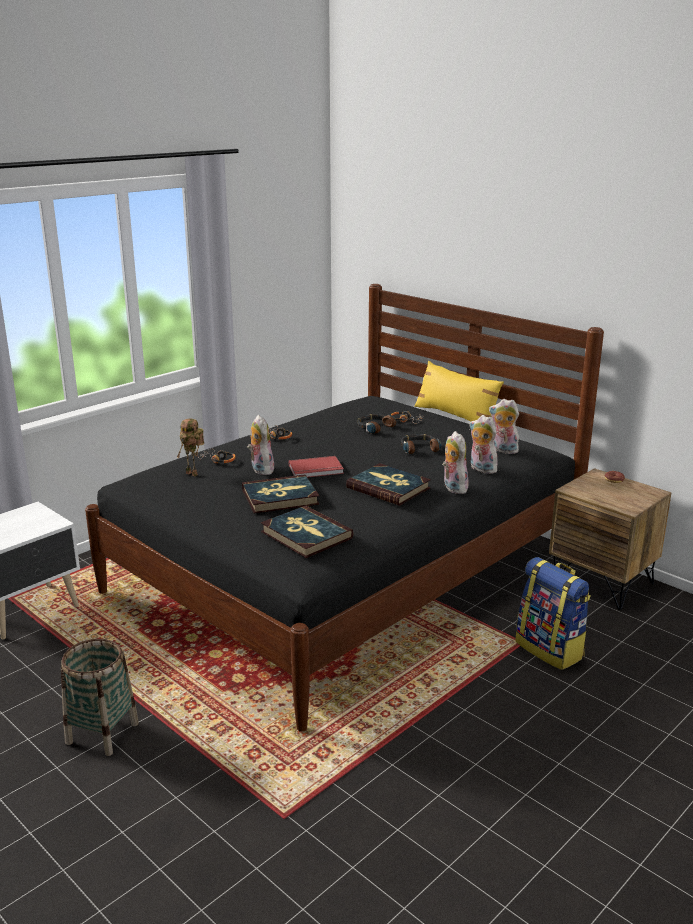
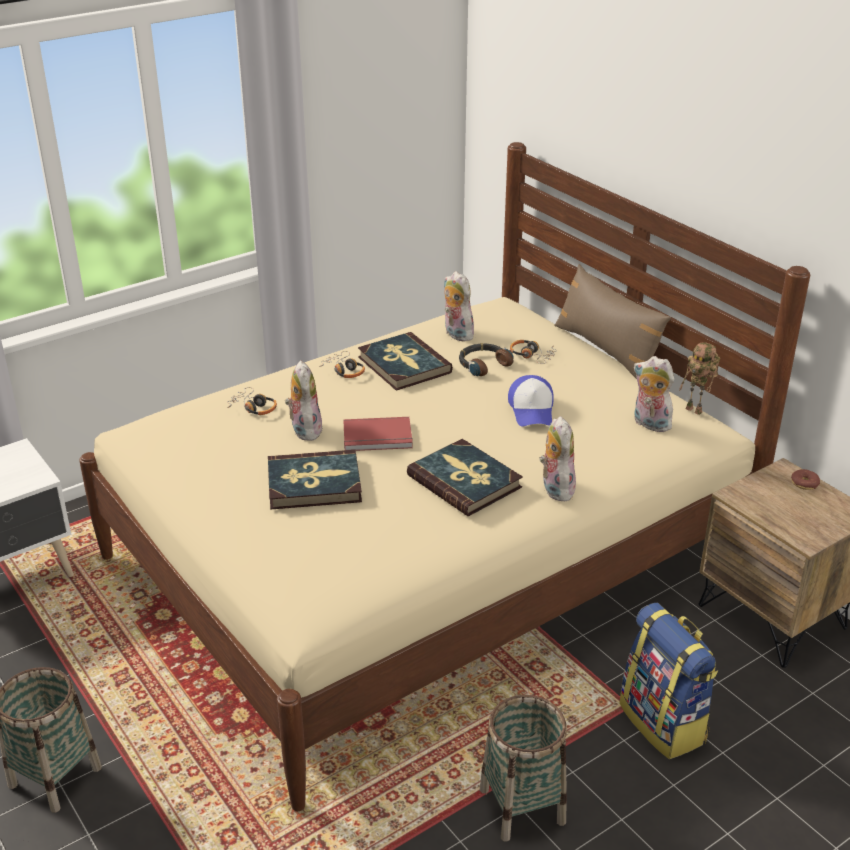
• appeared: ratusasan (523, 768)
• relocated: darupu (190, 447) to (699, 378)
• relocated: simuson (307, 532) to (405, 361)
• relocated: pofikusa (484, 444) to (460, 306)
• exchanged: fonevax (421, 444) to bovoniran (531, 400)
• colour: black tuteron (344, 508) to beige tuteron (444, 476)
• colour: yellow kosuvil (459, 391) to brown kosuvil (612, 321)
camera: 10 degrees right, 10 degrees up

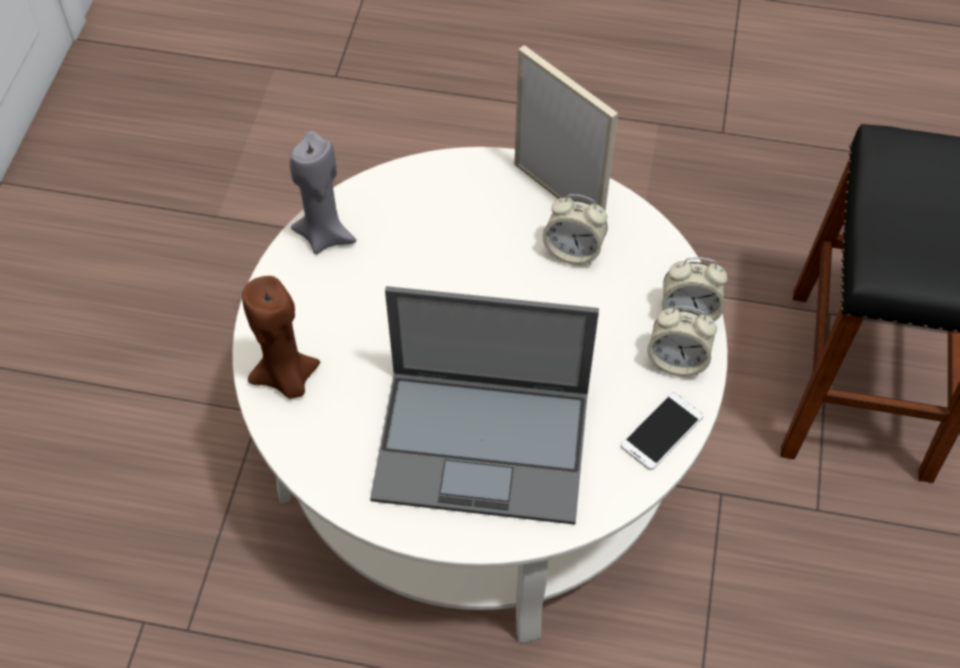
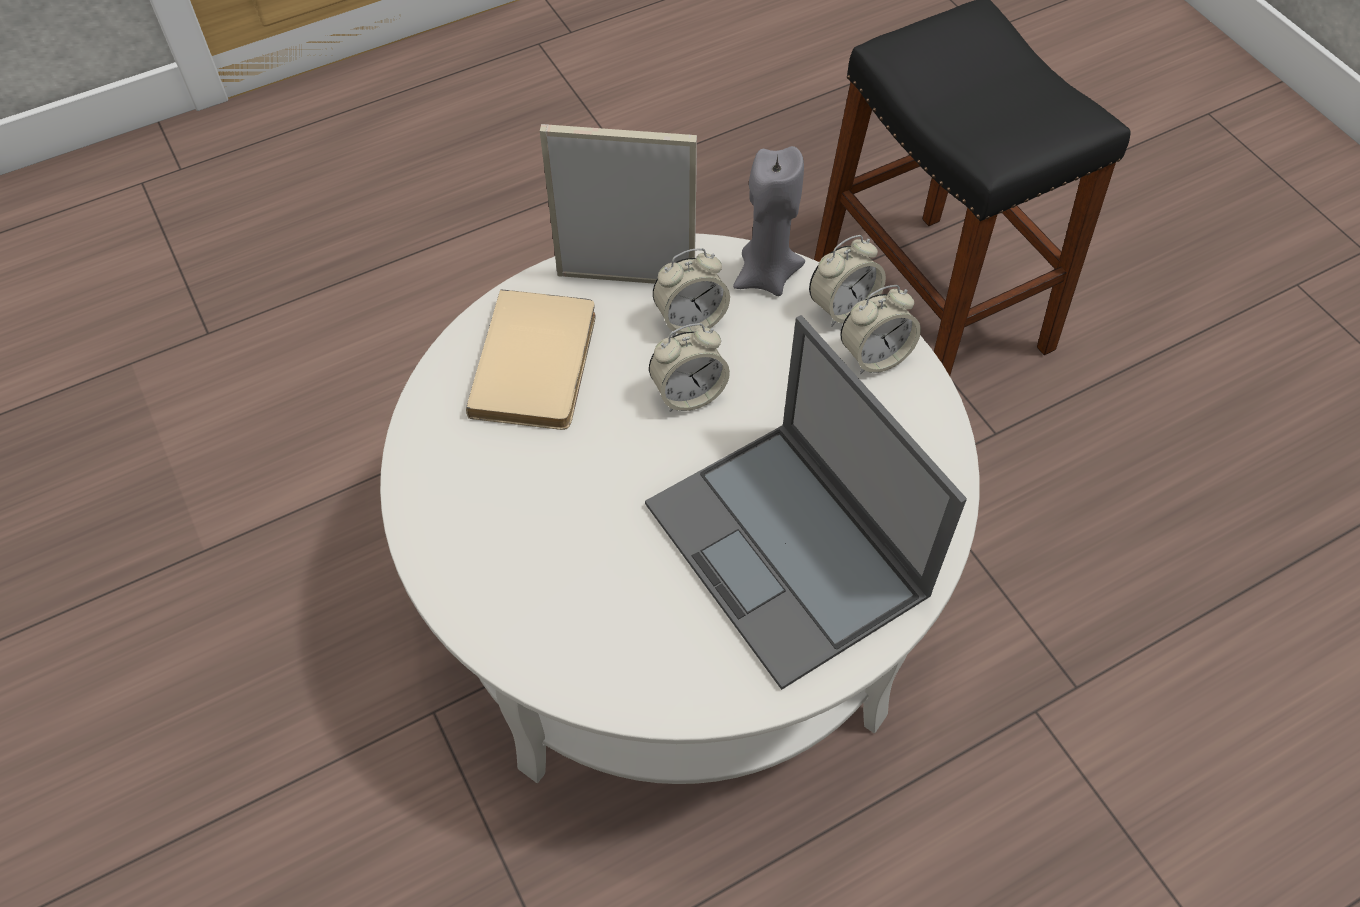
• missing: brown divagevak (281, 337)
• missing: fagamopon (662, 431)
• appeared: beige simuson (530, 360)
• appeared: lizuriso (689, 367)
• relocated: grey divagevak (323, 192) to (769, 221)
• spun: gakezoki (484, 405) = (806, 502) 90 degrees clockwise
camera: 40 degrees left, 0 degrees up

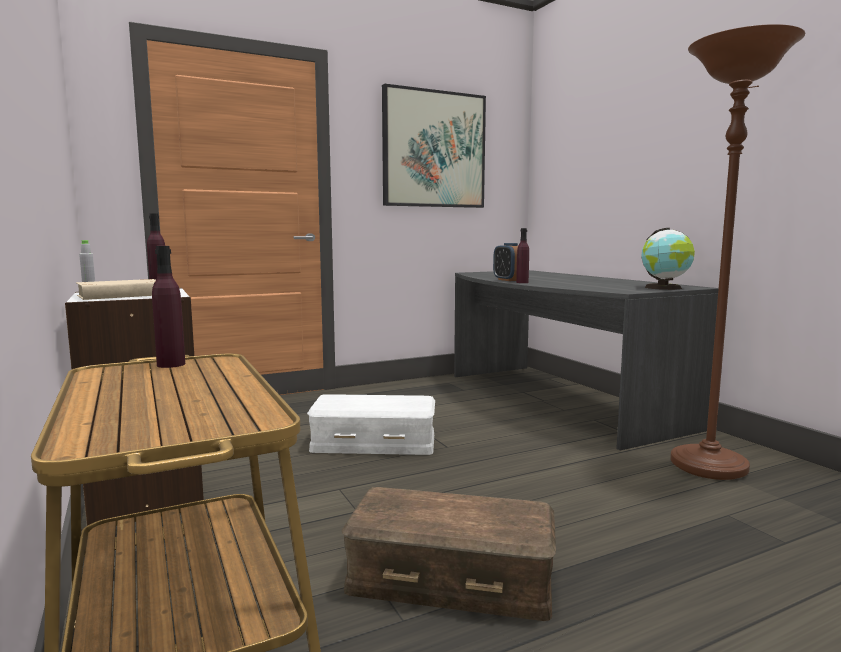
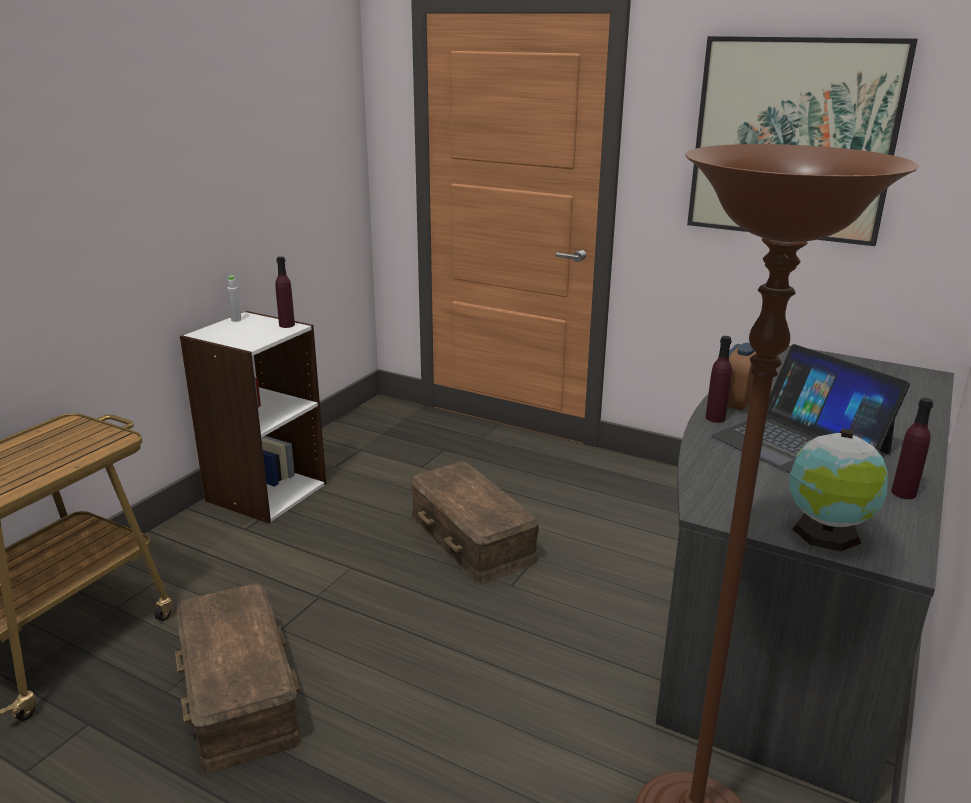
• missing: beige simuson (116, 289)
• appeared: gakezoki (810, 408)
• relocated: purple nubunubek (168, 307) to (912, 448)
• colour: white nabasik (371, 424) to brown nabasik (475, 523)
camera: 55 degrees right, 15 degrees up

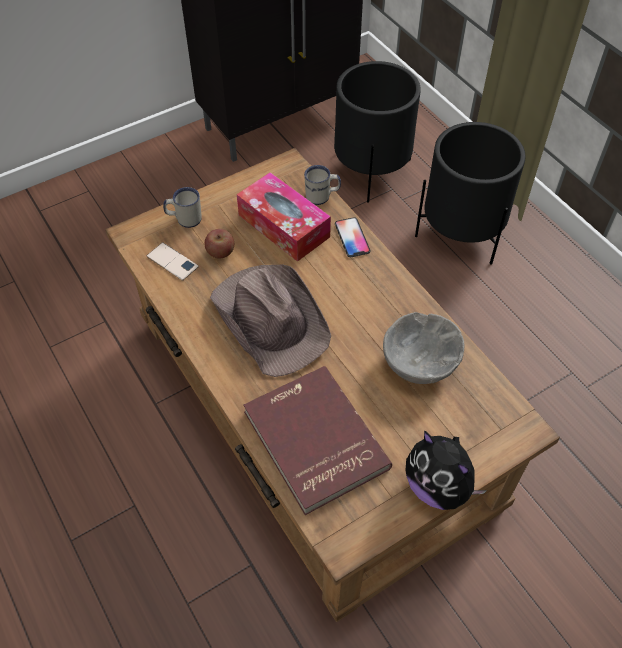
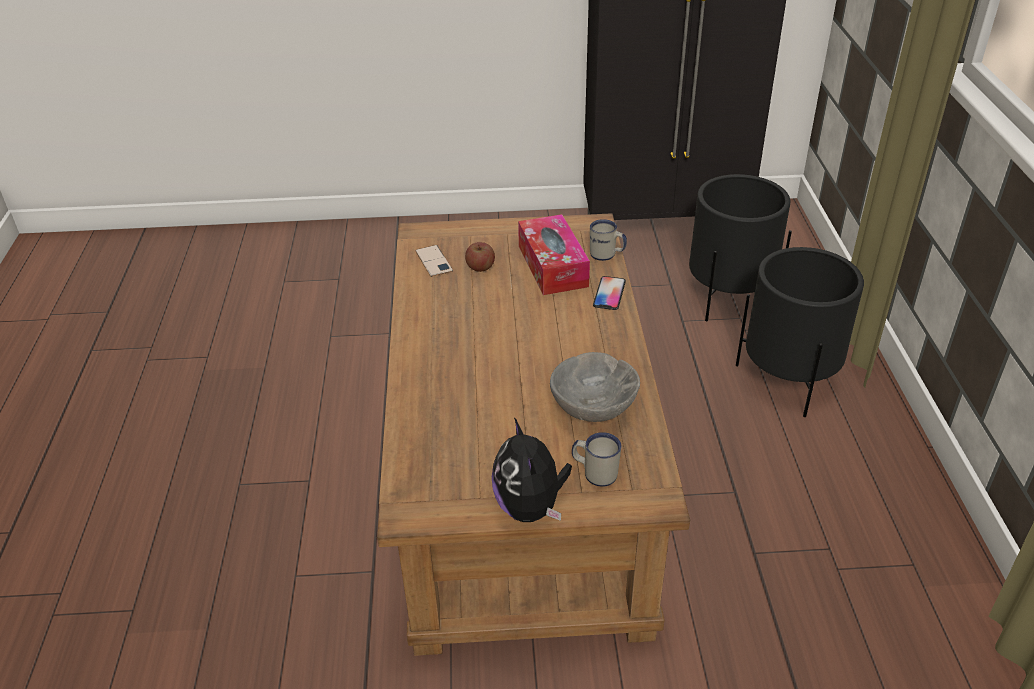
• missing: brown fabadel (270, 321)
• missing: red simuson (317, 440)
• relocated: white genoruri (182, 207) to (596, 459)
camera: 30 degrees right, 15 degrees down

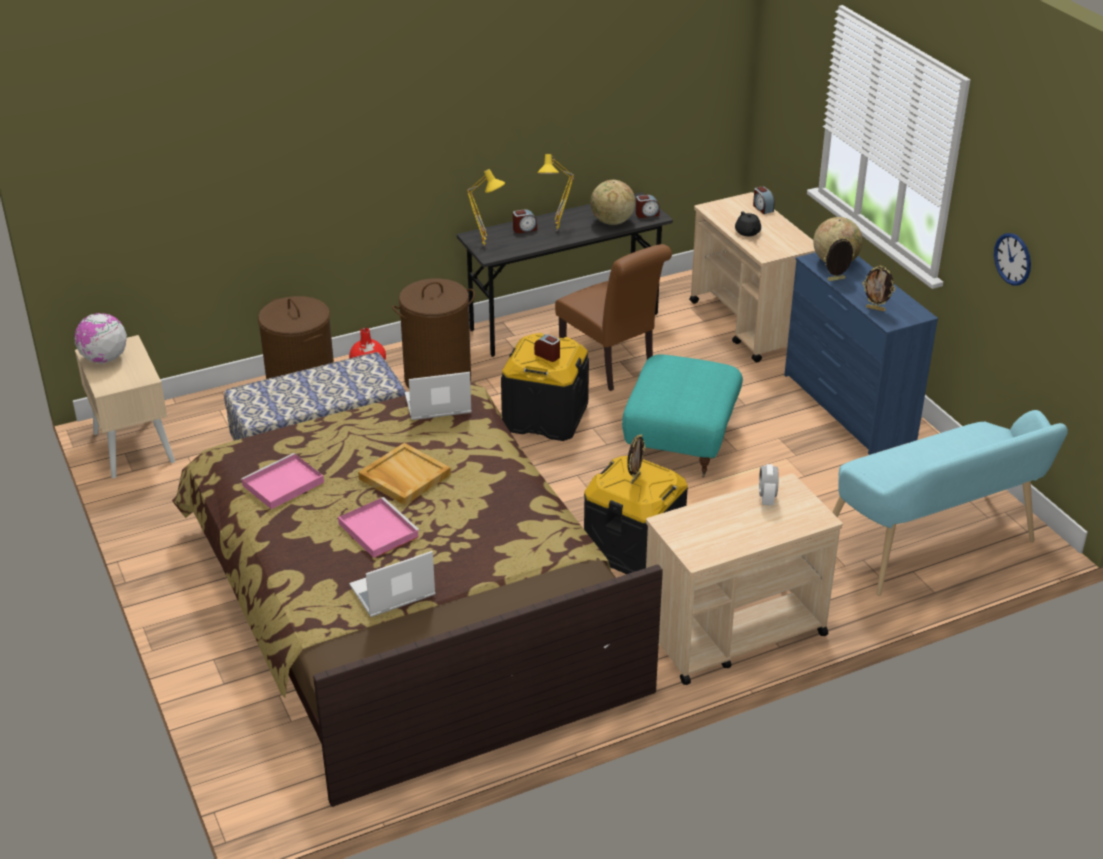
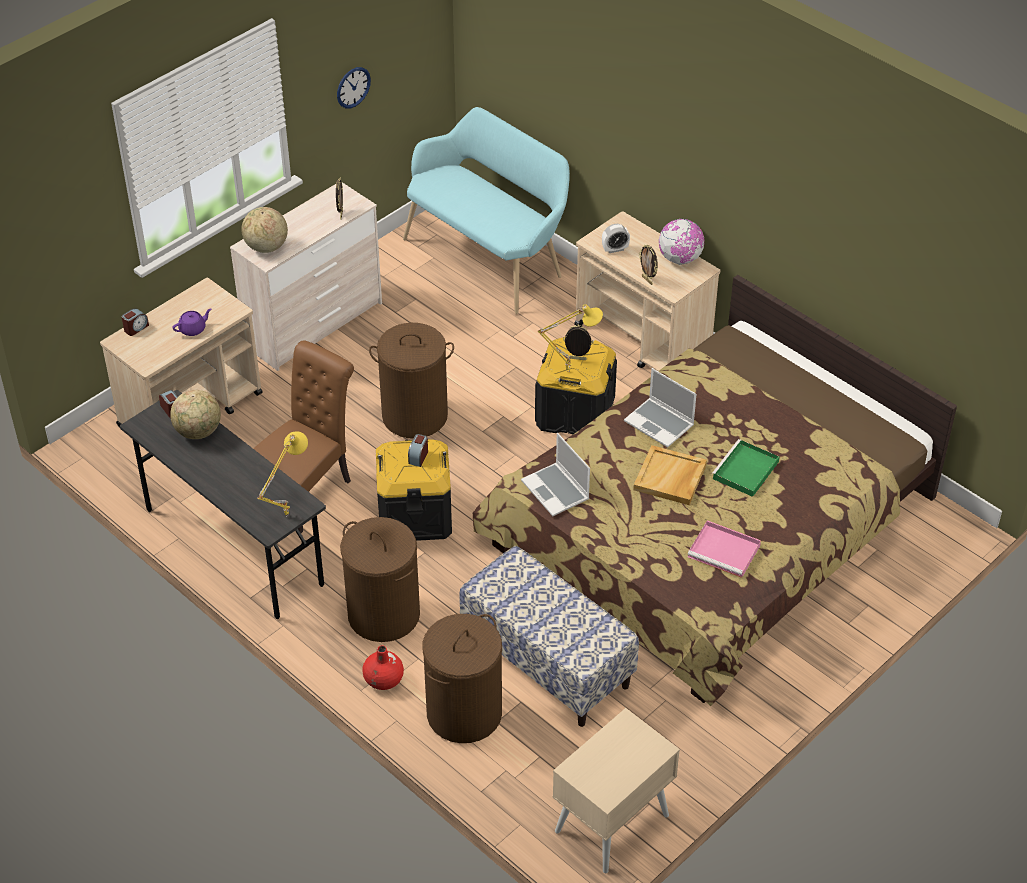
• missing: lizuriso (525, 221)
• relocated: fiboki (100, 338) to (681, 242)
• relocated: gakezoki (392, 584) to (660, 408)
• relocated: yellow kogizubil (556, 192) to (570, 338)
• relocated: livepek (839, 258) to (648, 265)
• exchanged: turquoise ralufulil (682, 416) to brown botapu (411, 380)
• colour: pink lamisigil (379, 527) to green lamisigil (745, 468)
• colour: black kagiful (748, 223) to purple kagiful (191, 322)
• colour: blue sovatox (861, 353) to beige sovatox (306, 276)
camera: 110 degrees left, 10 degrees up

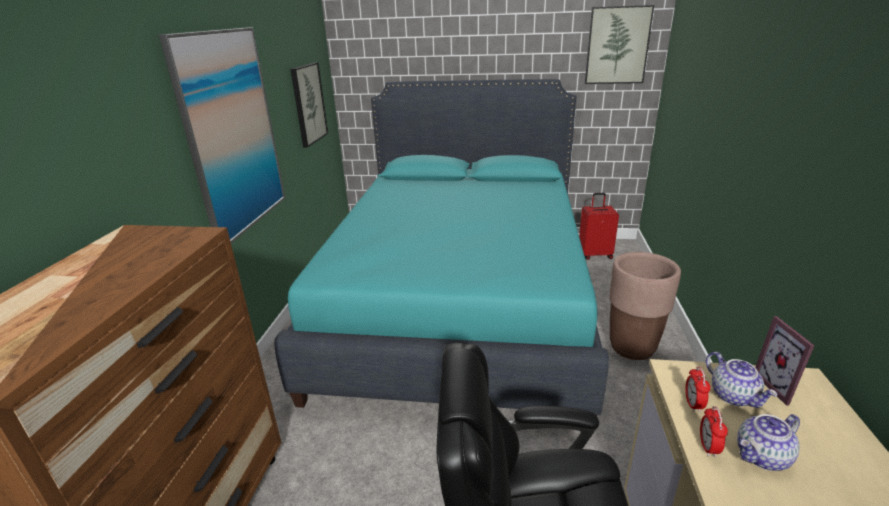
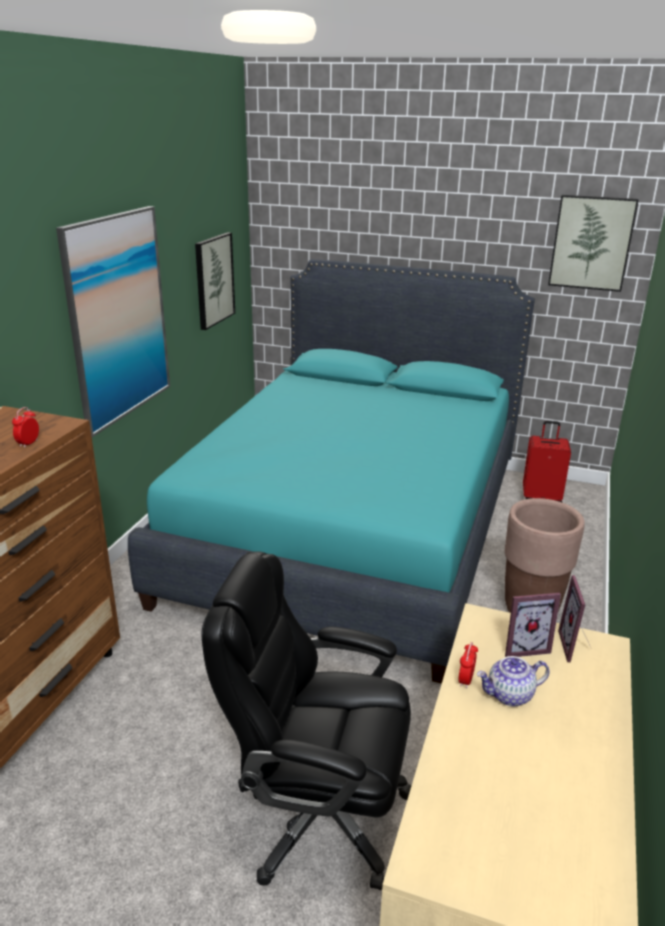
• relocated: lizuriso (698, 390) to (25, 427)
• exchanged: kagiful (742, 380) to livepek (533, 625)
camera: 10 degrees right, 0 degrees up

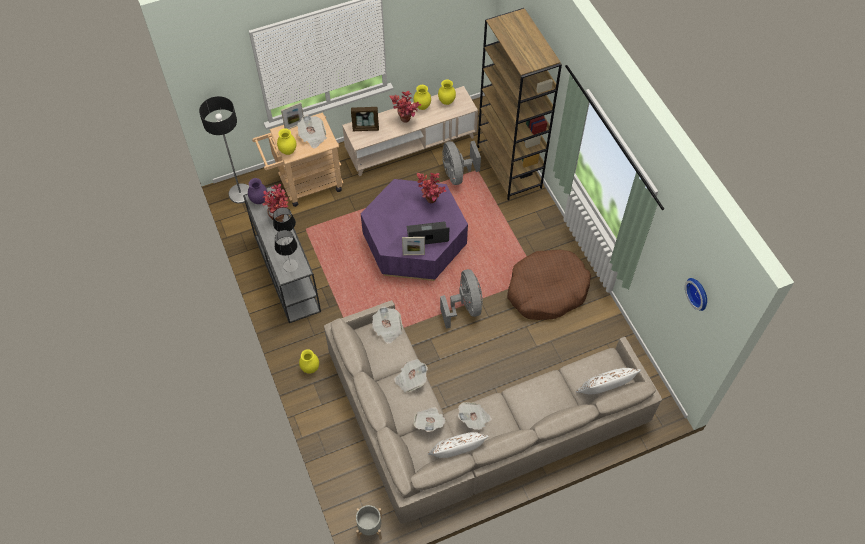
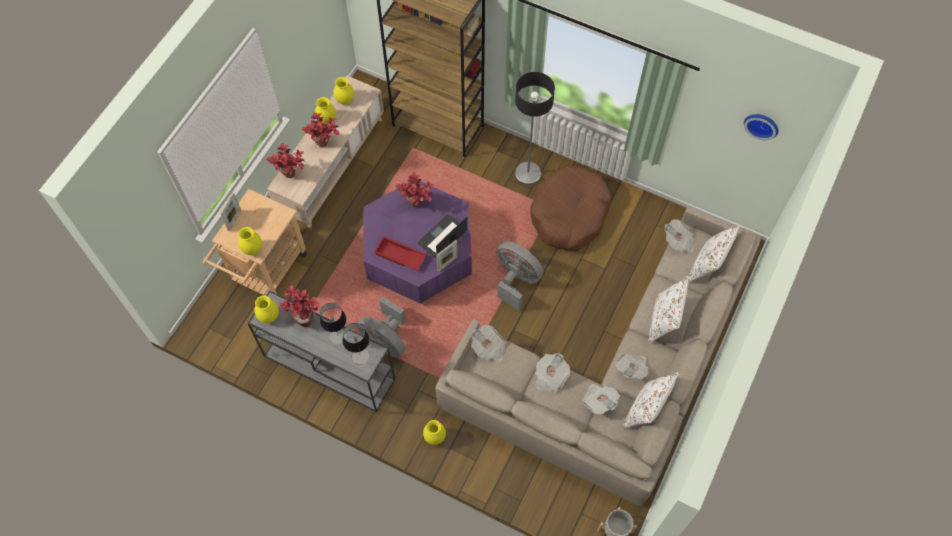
• appeared: red lamisigil (400, 253)
• appeared: white kosuvil (668, 310)
• relocated: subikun (224, 150) to (535, 128)
• relocated: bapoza (312, 131) to (679, 235)
• relocated: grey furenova (461, 163) to (382, 327)
• exchanged: livepek (365, 119) to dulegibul (285, 160)
• colour: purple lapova (258, 191) to yellow lapova (267, 309)
camera: 40 degrees left, 5 degrees up

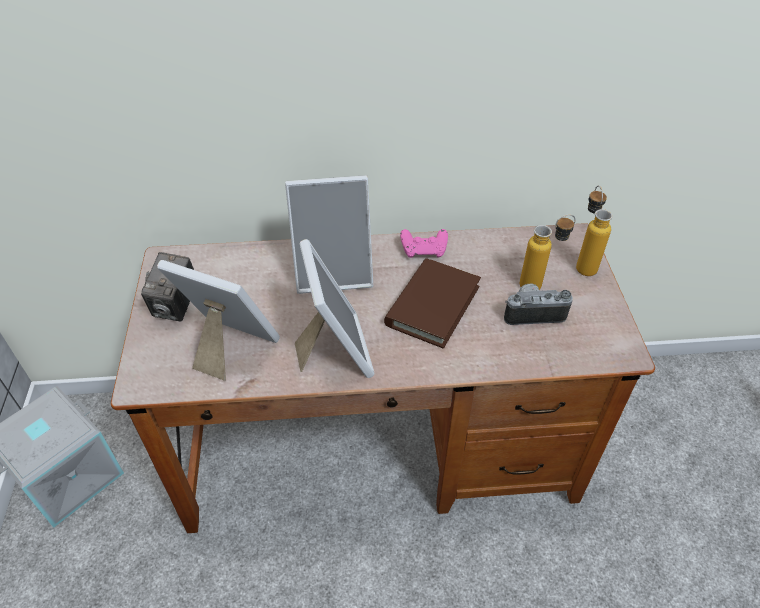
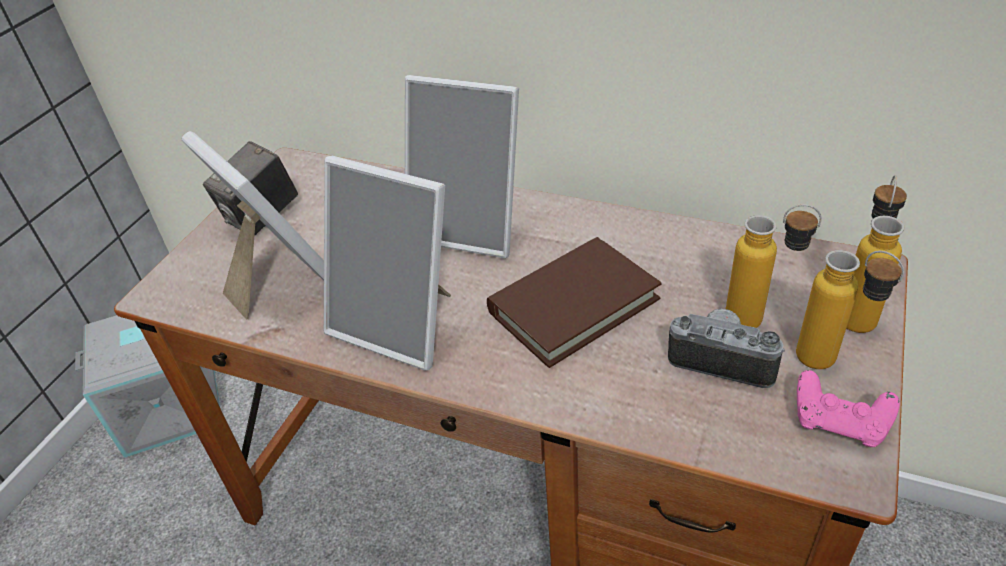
• appeared: nubunubek (850, 309)
• relocated: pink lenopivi (424, 243) to (848, 408)
• spun: livepek (334, 308) = (387, 263) 105 degrees clockwise
camera: 30 degrees right, 5 degrees down

